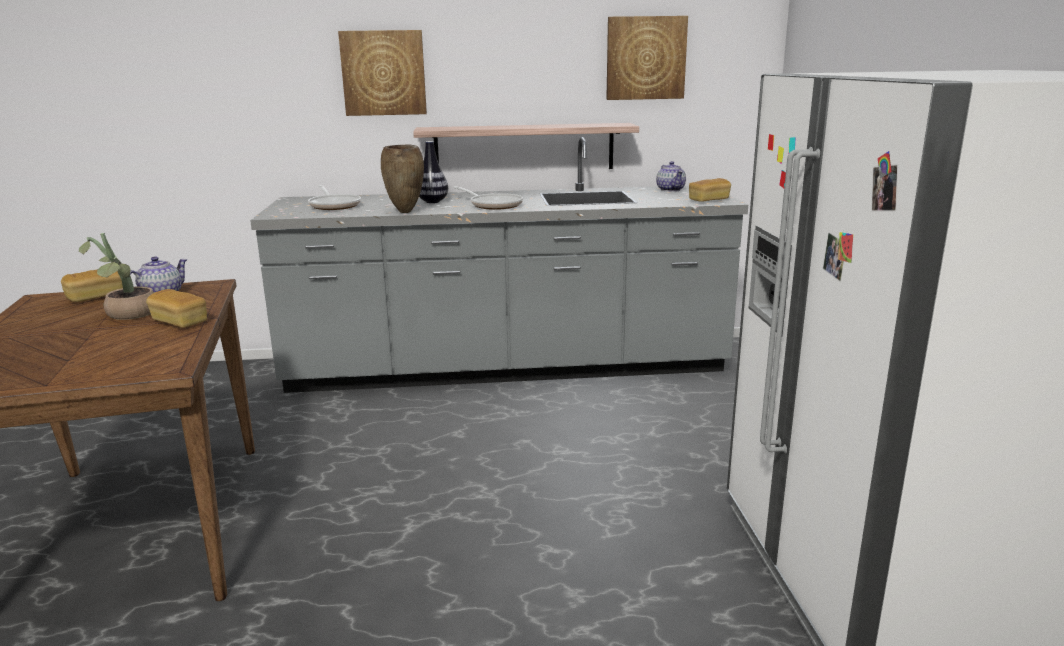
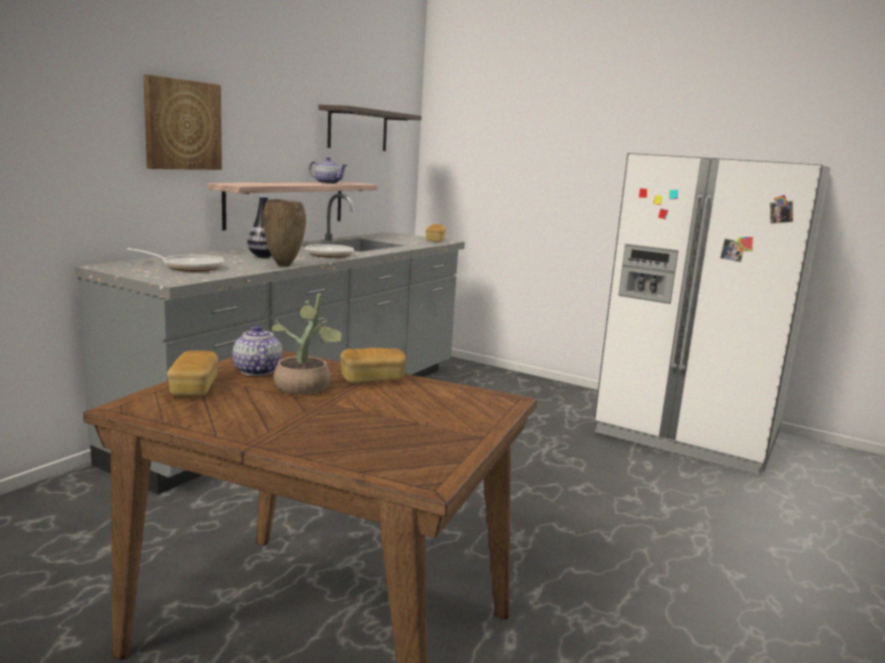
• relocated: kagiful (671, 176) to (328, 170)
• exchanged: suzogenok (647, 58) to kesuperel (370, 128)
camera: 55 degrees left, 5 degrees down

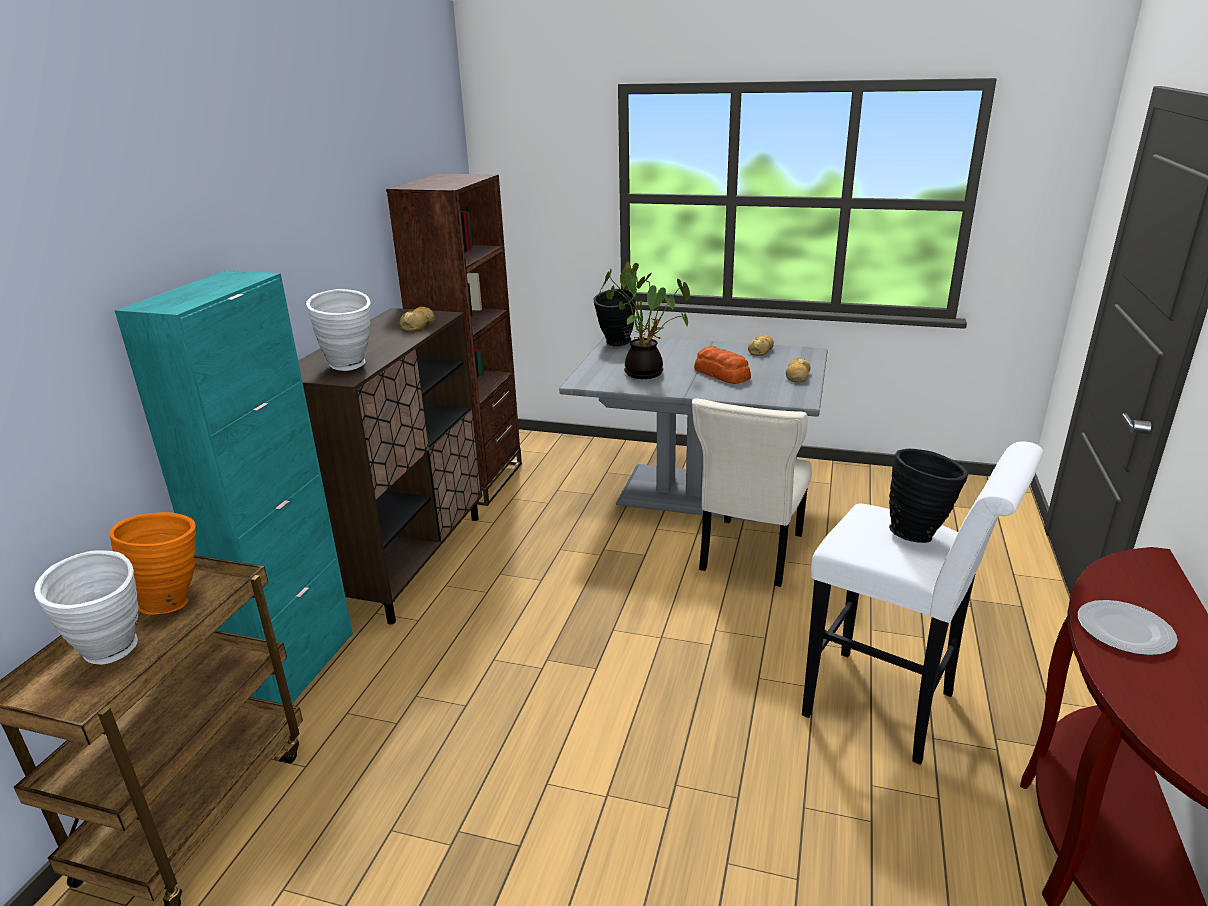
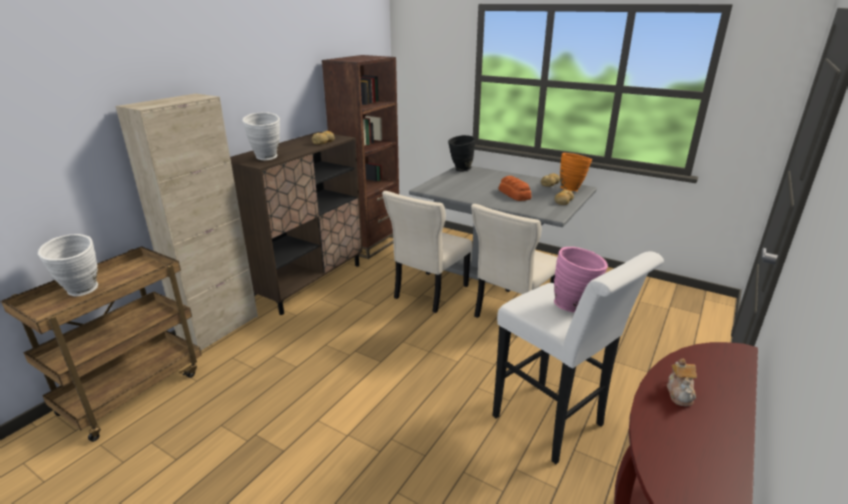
• missing: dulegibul (644, 320)
• appeared: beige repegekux (427, 252)
• relocated: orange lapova (152, 563) to (576, 172)
• exchanged: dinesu (1128, 627) to kagiful (682, 383)
• colour: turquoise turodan (234, 487) to beige turodan (186, 222)
• colour: black lapova (929, 495) to pink lapova (581, 280)
camera: 15 degrees right, 0 degrees up

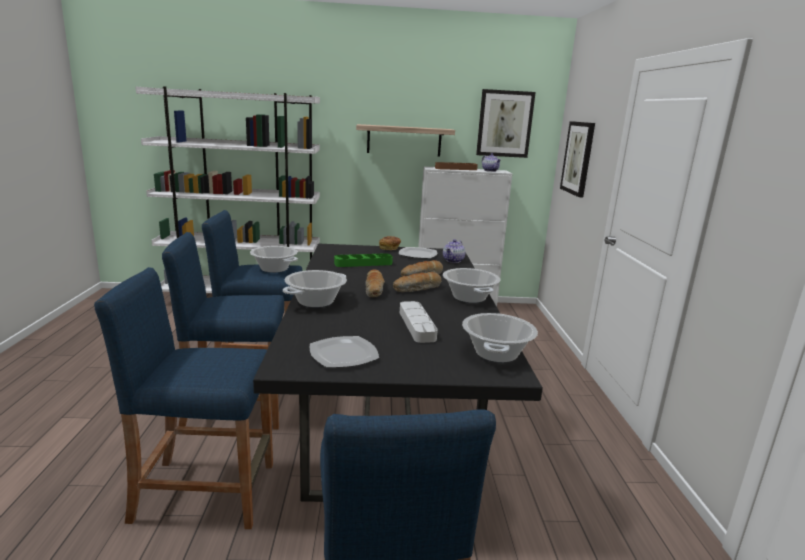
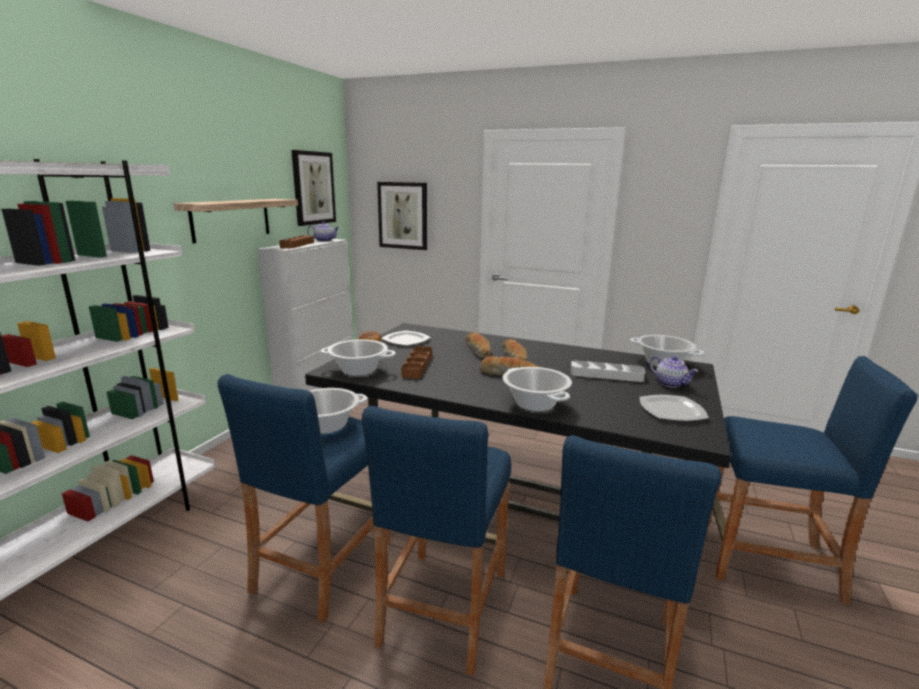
• relocated: kagiful (454, 251) to (674, 372)
• relocated: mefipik (471, 285) to (358, 357)
• colour: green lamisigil (363, 260) to brown lamisigil (416, 362)
camera: 65 degrees left, 0 degrees up

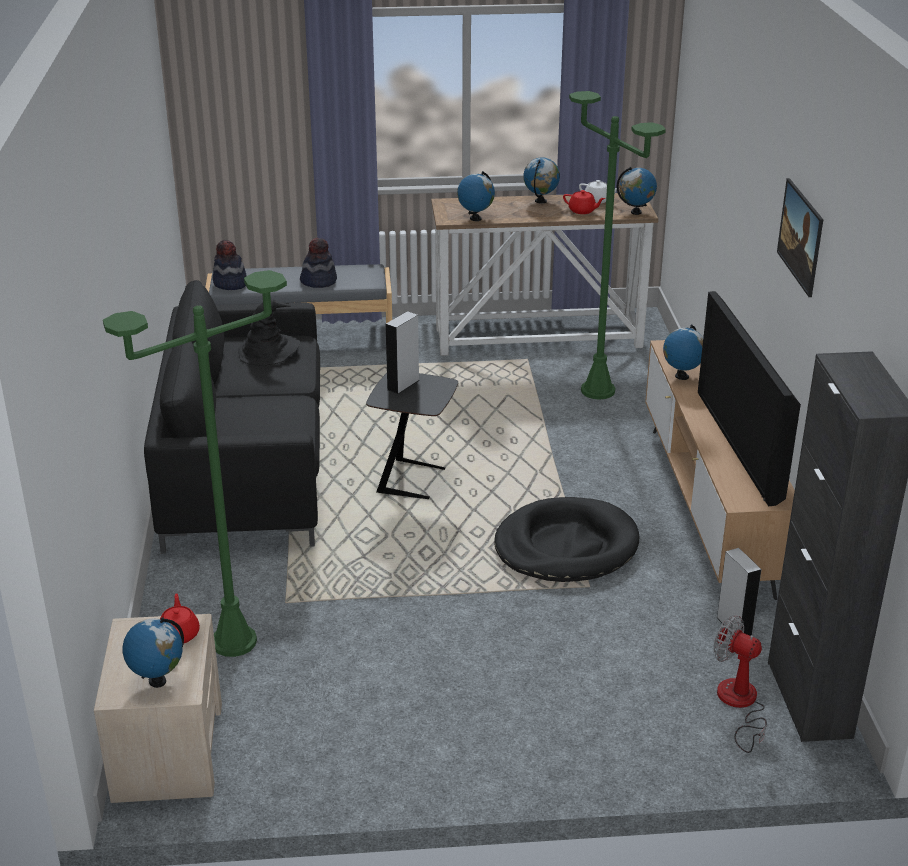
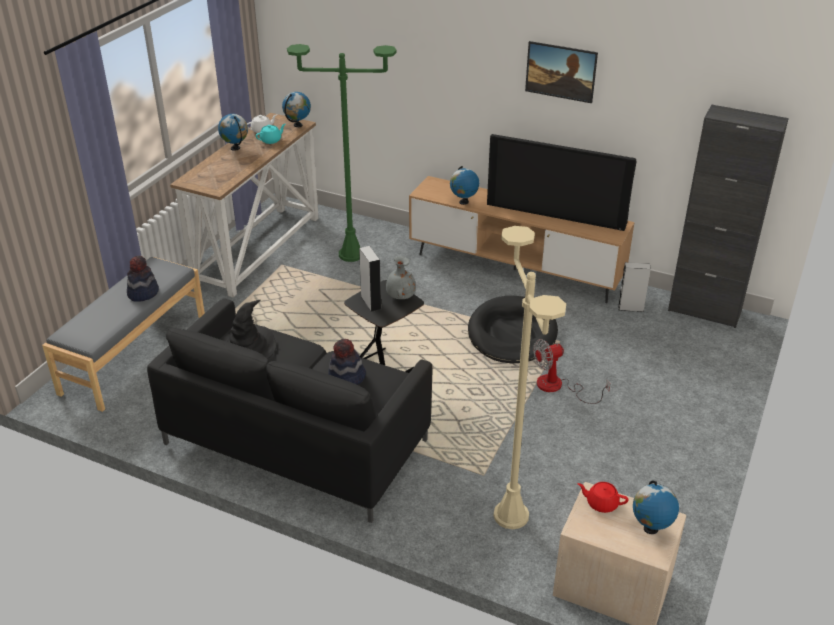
• missing: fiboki (476, 196)
• appeared: grey lapova (401, 277)
• relocated: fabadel (229, 265) to (347, 362)
• relocated: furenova (740, 684) to (571, 371)
• colour: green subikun (195, 463) to beige subikun (530, 377)
• colour: red kagiful (584, 202) to turquoise kagiful (270, 134)
camera: 60 degrees left, 5 degrees up

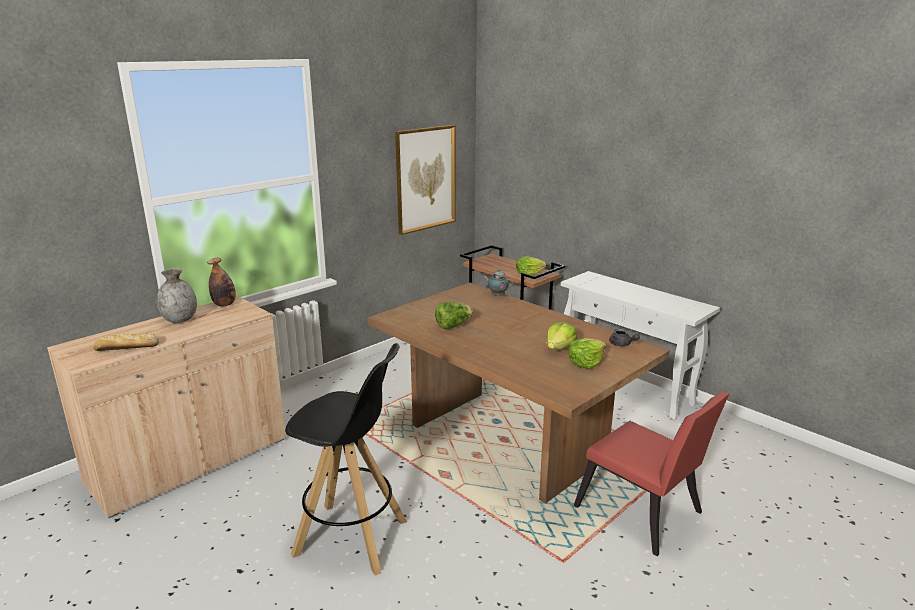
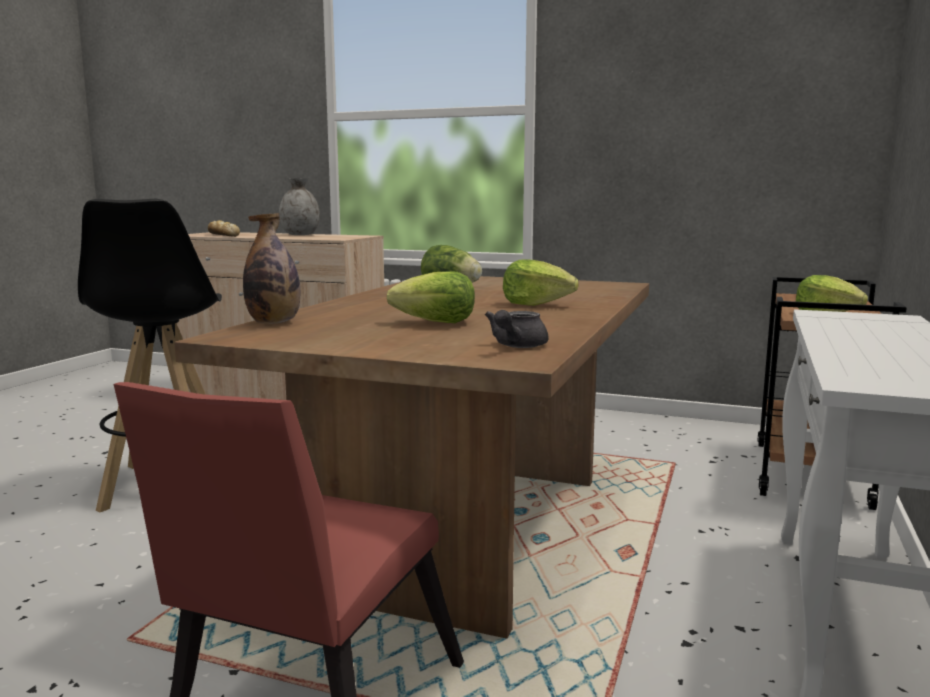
• missing: suzogenok (425, 180)
• missing: kagiful (498, 282)
• relocated: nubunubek (221, 282) to (271, 268)
• relocated: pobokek (587, 353) to (541, 283)
camera: 65 degrees right, 10 degrees down

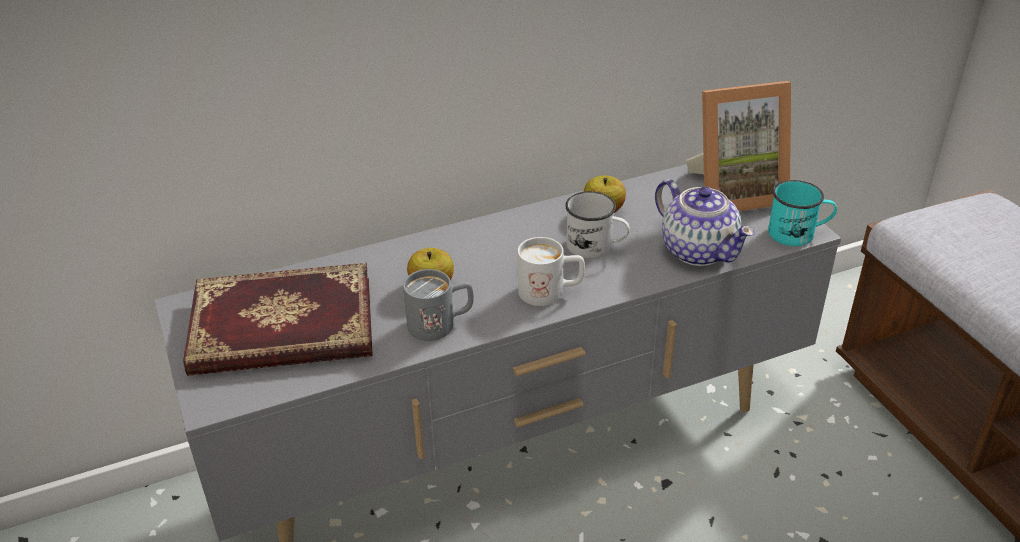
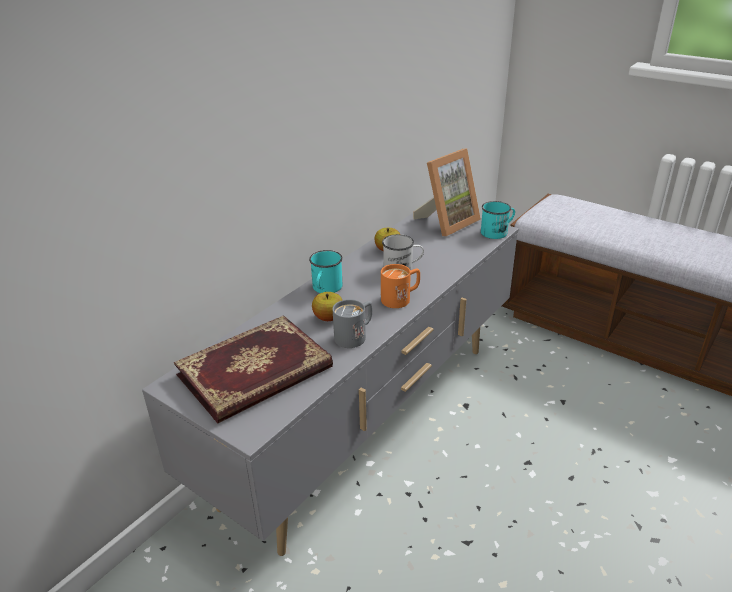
• missing: kagiful (705, 222)
• appeared: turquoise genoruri (326, 271)
• colour: white genoruri (551, 271) to orange genoruri (400, 286)
camera: 30 degrees left, 5 degrees down

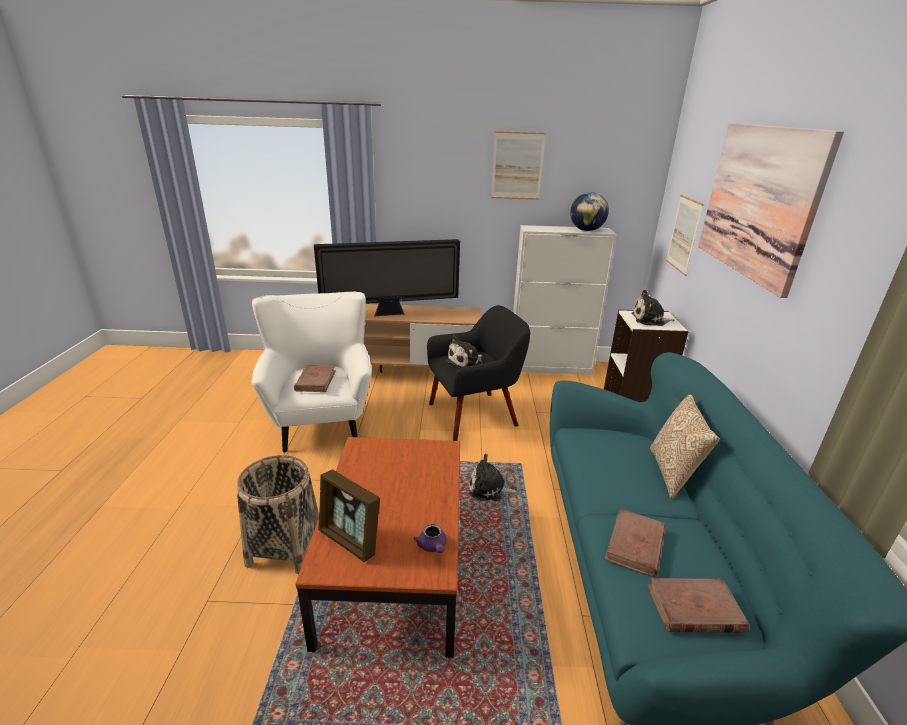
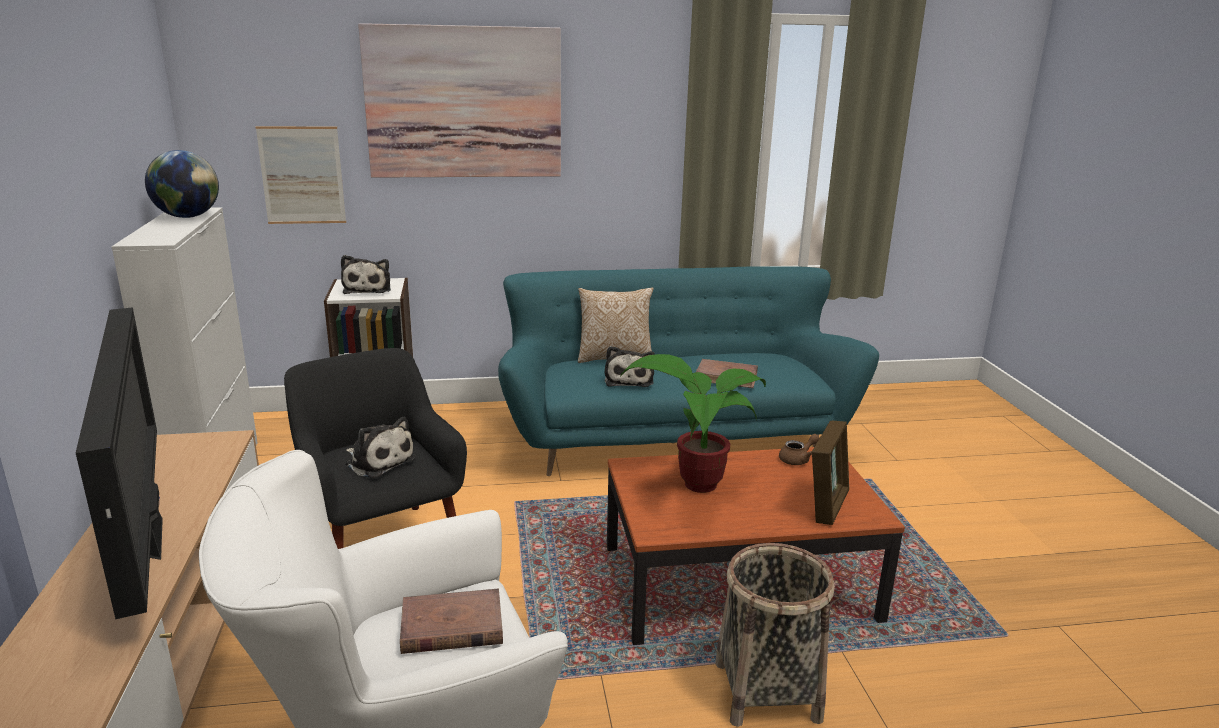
• missing: suzogenok (518, 165)
• missing: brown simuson (698, 605)
• appeared: dulegibul (693, 423)
• relocated: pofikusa (493, 478) to (629, 366)
• colour: purple kagiful (429, 538) to brown kagiful (799, 449)
camera: 100 degrees left, 5 degrees down

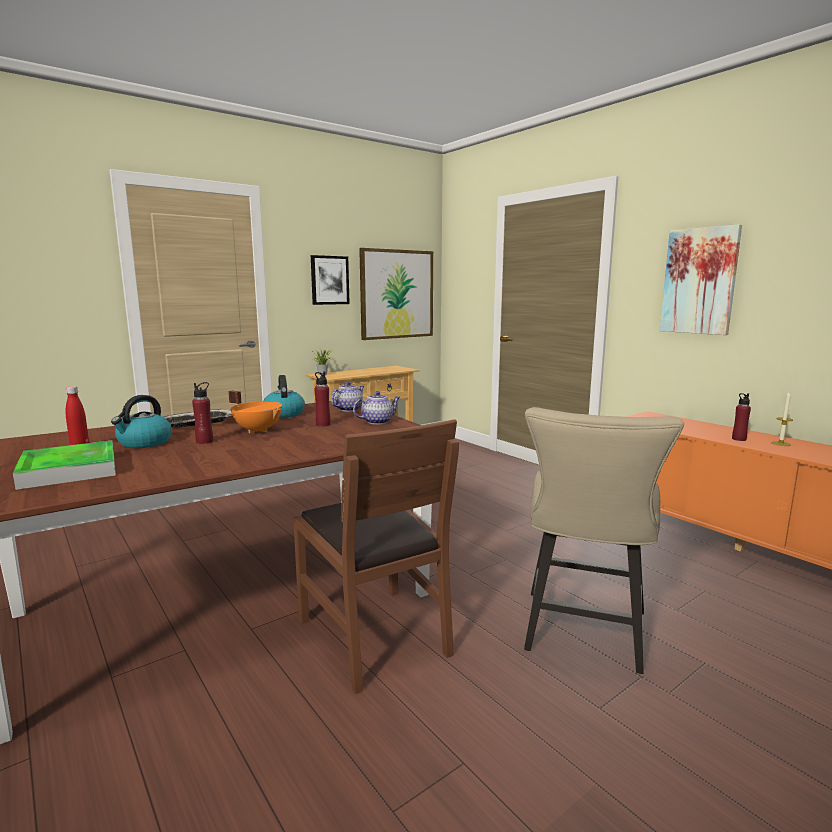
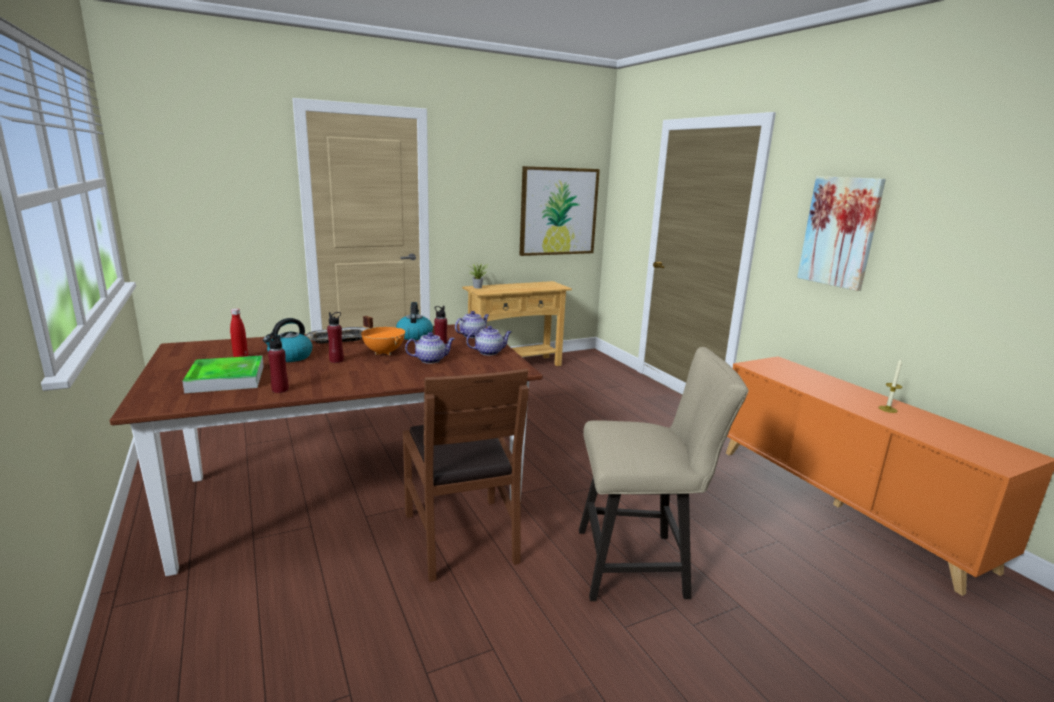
• missing: suzogenok (330, 280)
• appeared: kagiful (430, 348)
• relocated: red nubunubek (741, 417) to (277, 363)
• spun: beige repegekux (604, 540) = (664, 474) 120 degrees counterclockwise
camera: 10 degrees right, 5 degrees up

